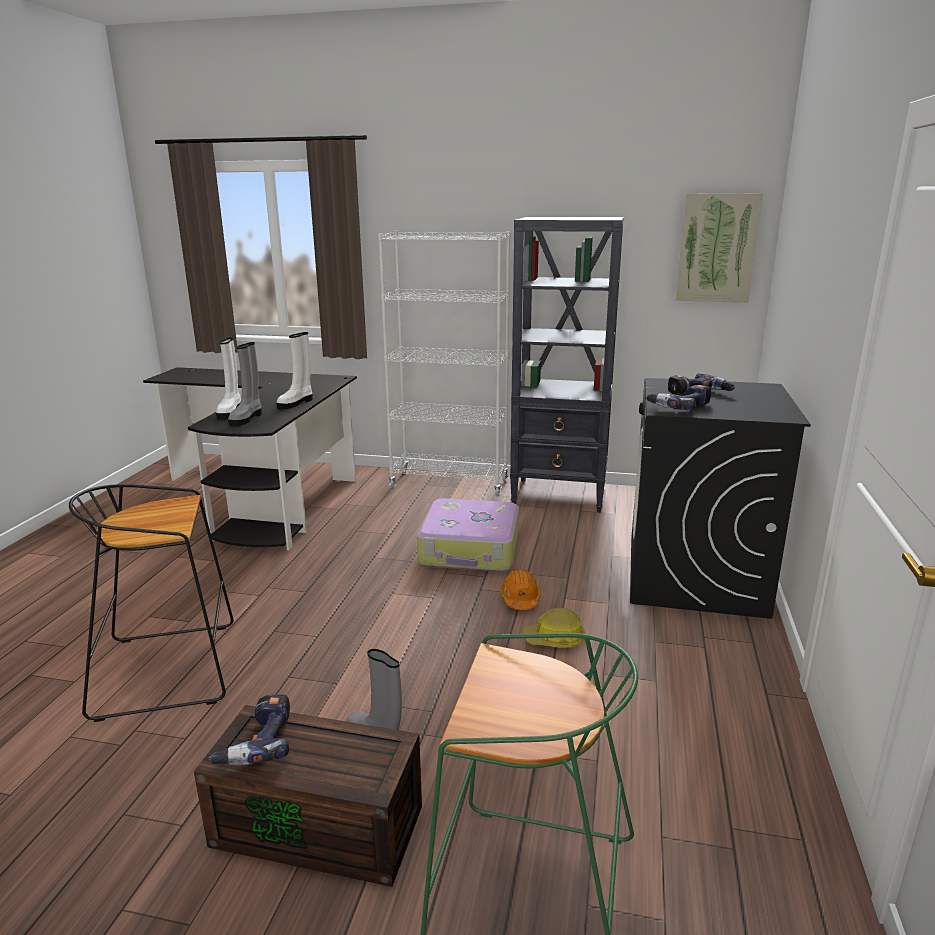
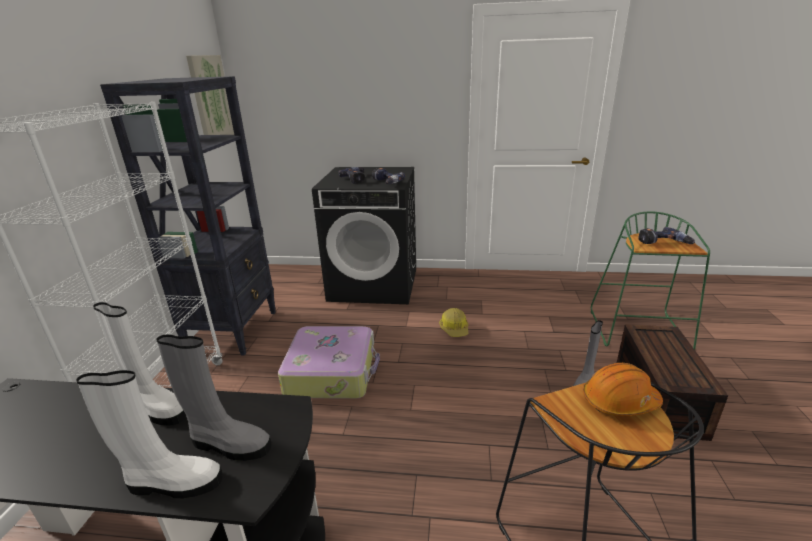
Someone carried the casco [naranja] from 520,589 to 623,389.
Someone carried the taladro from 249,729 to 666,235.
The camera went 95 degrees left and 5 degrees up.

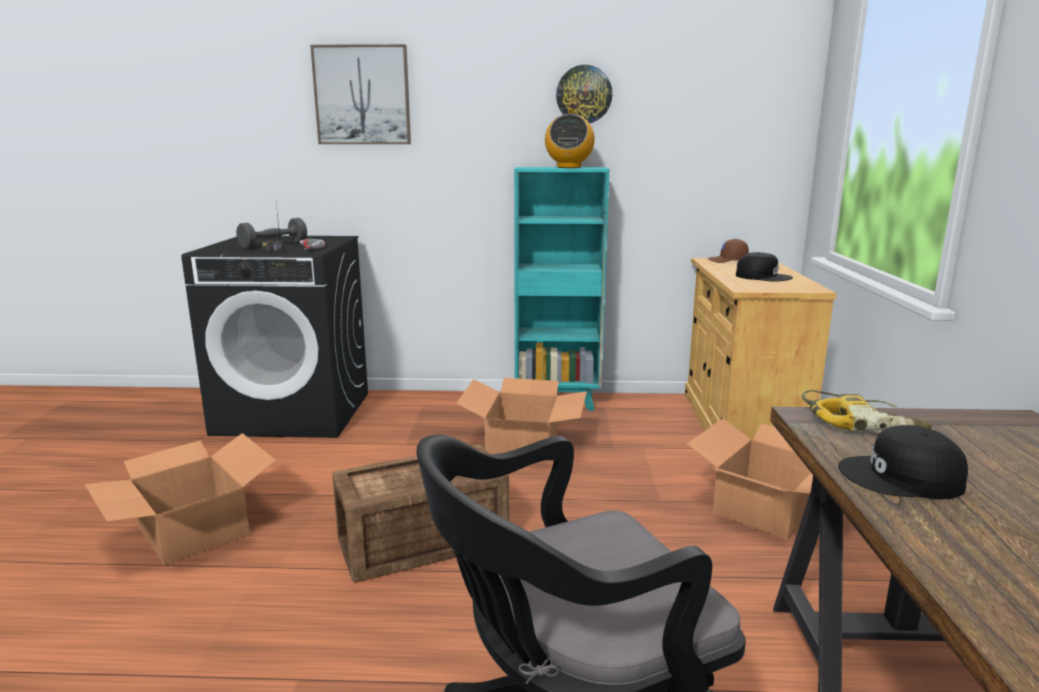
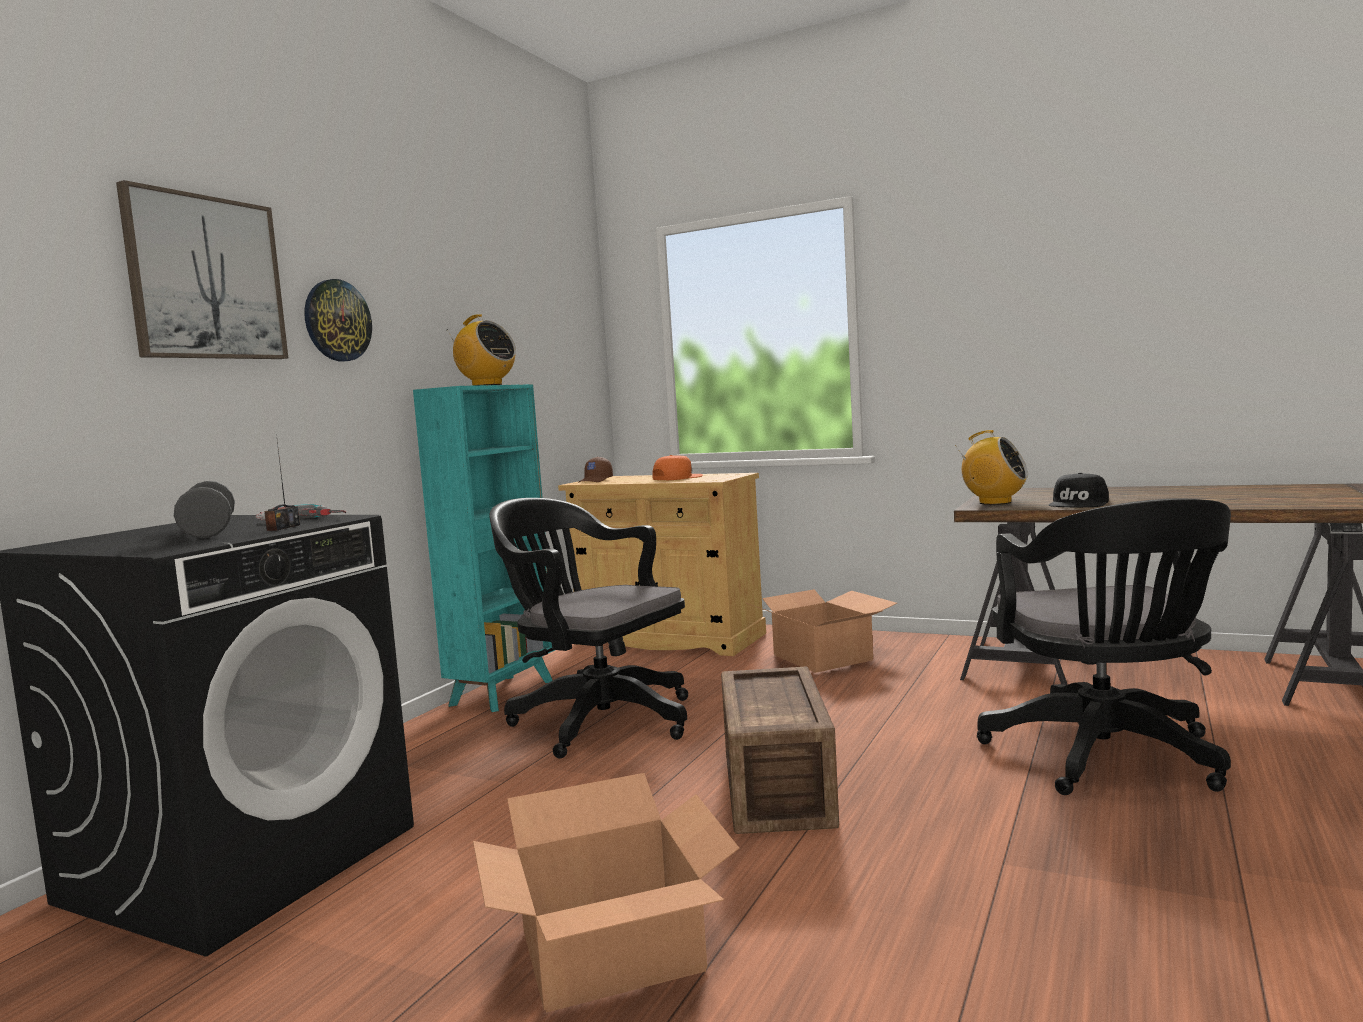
Someone carried the reloj de pared from 584,94 to 338,320.
Someone swapped the caja de cartón at 521,420 for the silla de oficina [negro] at 588,628.
Someone repainted the gorra [negro] at 764,267, which became the gorra [naranja] at 677,467.
Someone swapped the taladro at 867,411 for the radio at 991,467.
The camera went 65 degrees left and 10 degrees down.

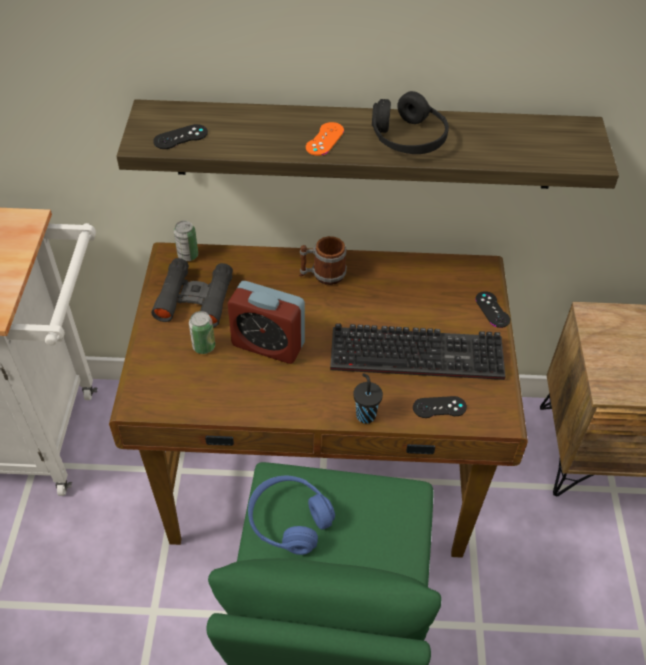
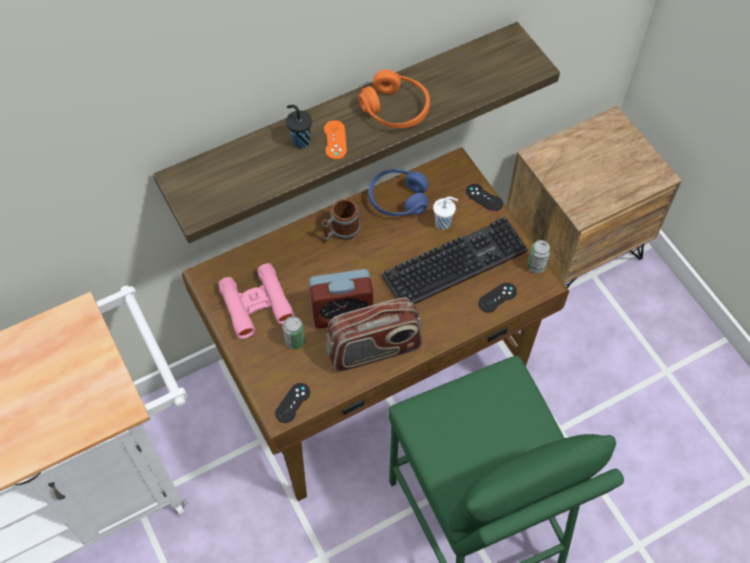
Someone repainted the prismáticos [negro] at 192,293, which became the prismáticos [rosa] at 256,301.
Someone carried the mando de consola [negro] from 180,136 to 292,403.
Someone carried the taza [negro] from 368,398 to 299,126.
Someone put down the radio at 374,334.
Someone repainted the auriculares [negro] at 410,122, which became the auriculares [naranja] at 394,98.
Someone carried the auriculares [azul] from 291,515 to 398,192.
Someone put down the taza [blanco] at 445,213.
Someone carried the lata from 186,241 to 539,256.
The camera went 30 degrees left and 10 degrees up.

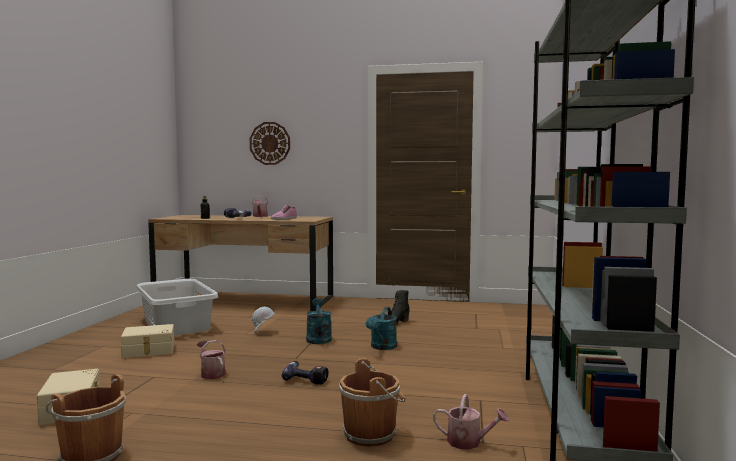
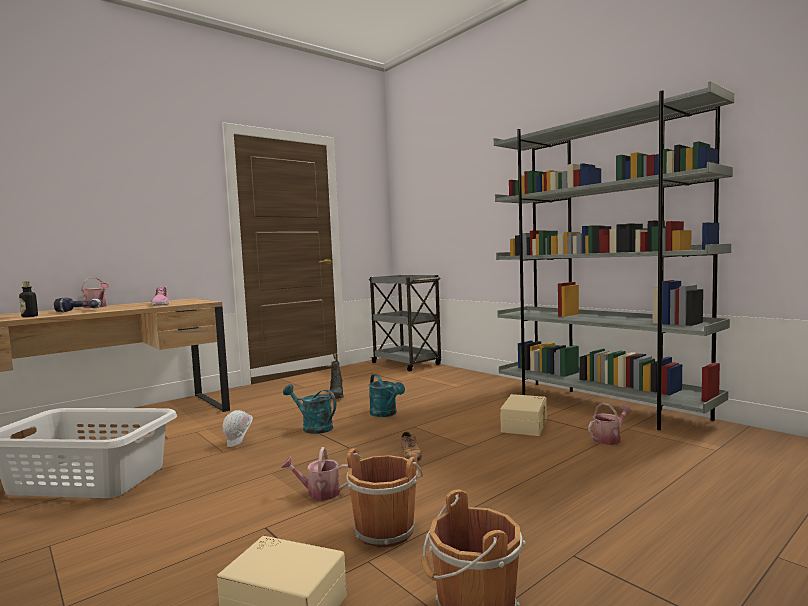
Someone carried the cubo [marrón] from 372,402 to 384,498.
Someone put down the carrito [gris] at 405,323.
Someone swapped the taladro at 305,373 for the zapato at 411,447.
Someone carried the caja de almacenaje [beis] from 147,341 to 523,415.
Someone took away the reloj de pared at 270,143.
The camera went 50 degrees left and 0 degrees up.

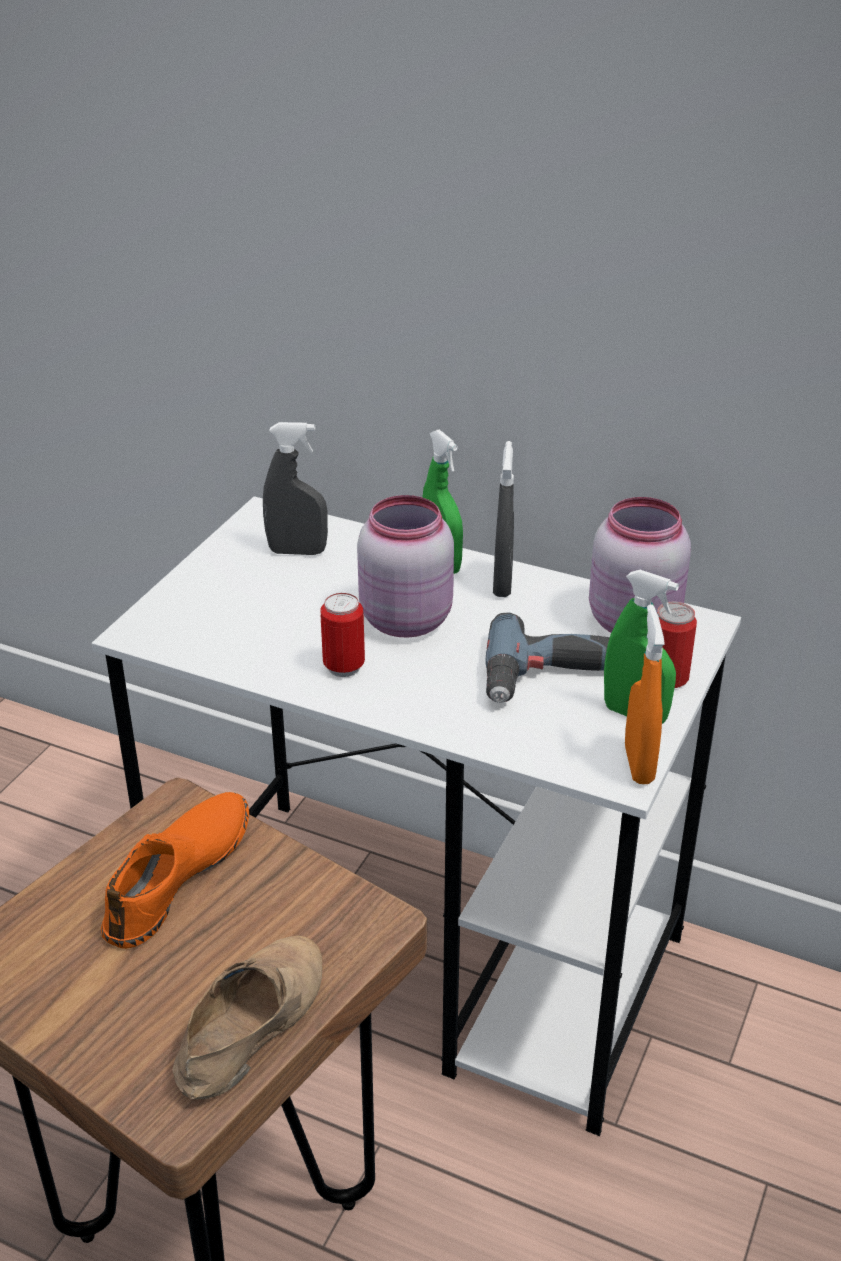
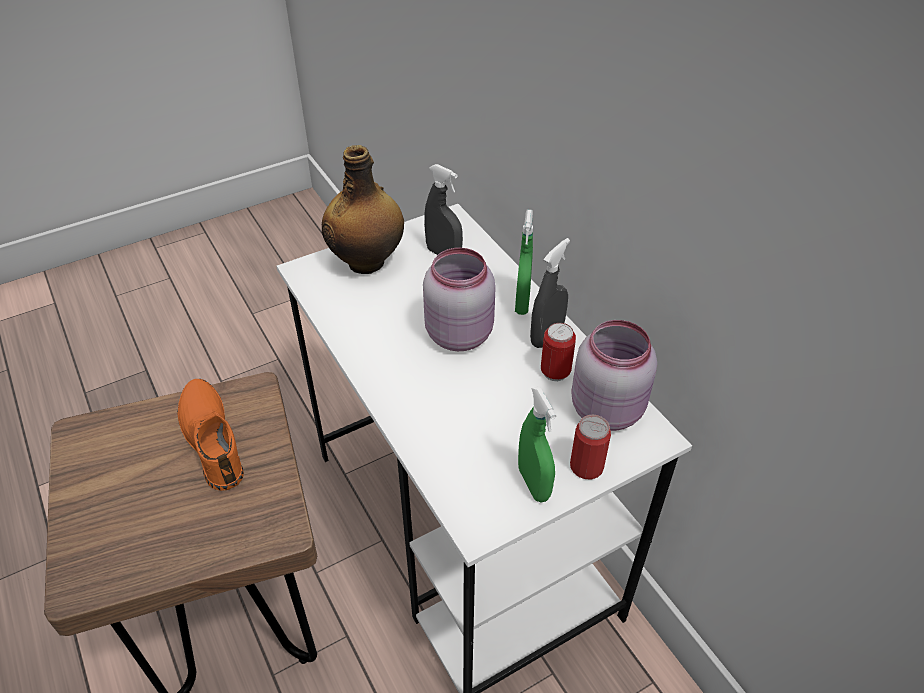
Someone rotated the zapato [naranja] at 175,870 by 90 degrees counterclockwise.
Someone put down the botella at 363,209.
Someone carried the lata from 342,635 to 558,352.
Someone took away the zapato [beis] at 247,1017.
Someone took away the taladro at 547,658.
Someone took away the pulverizador [naranja] at 645,694.
The camera went 35 degrees right and 10 degrees up.

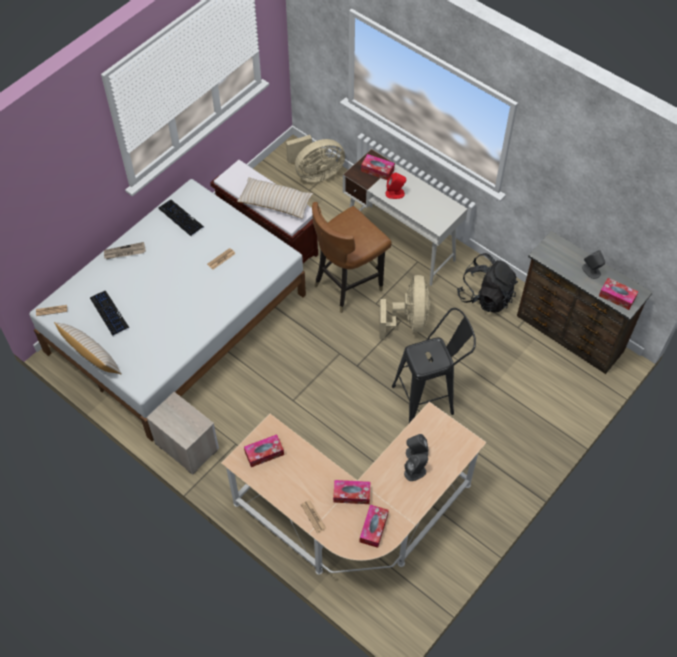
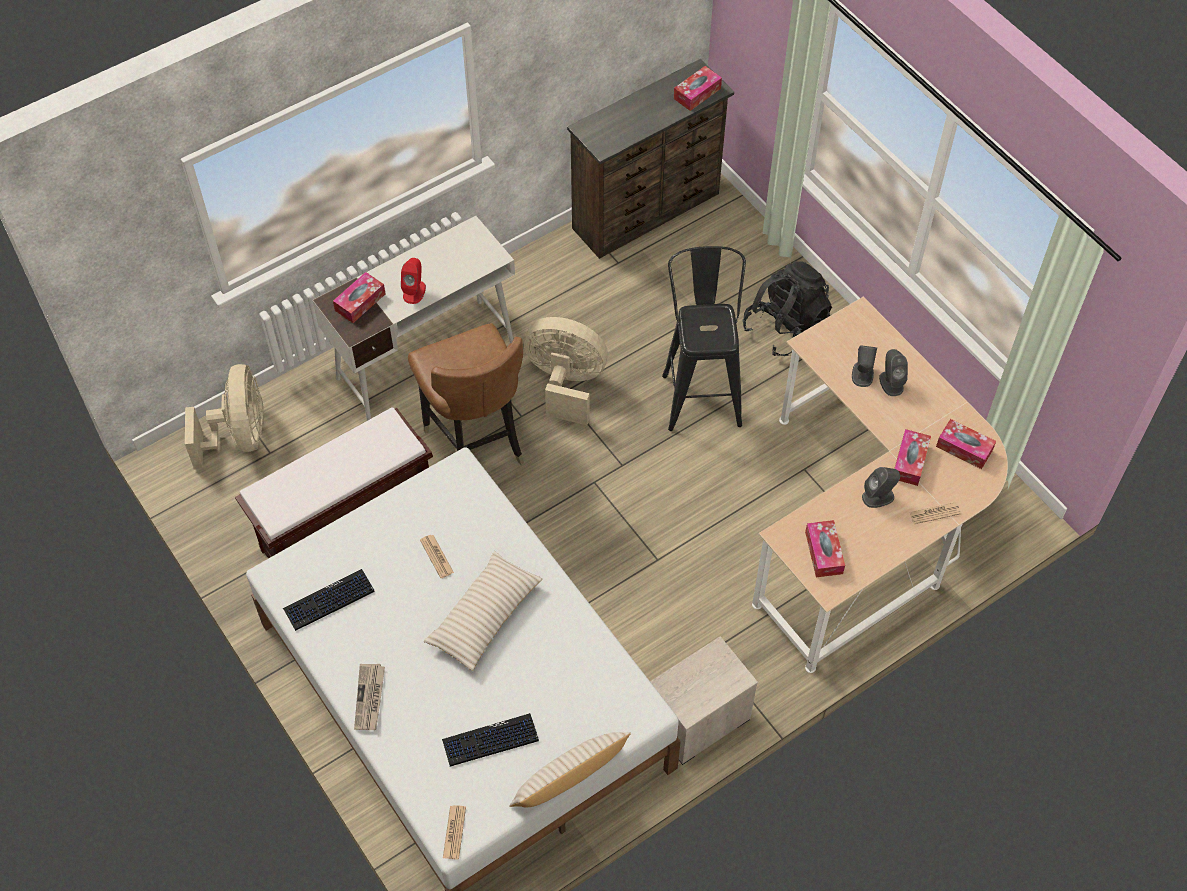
Someone carried the cojín [beis] from 275,198 to 483,611.
Someone carried the mochila [negro] from 487,283 to 787,308.
Someone carried the altavoz [gris] from 593,264 to 881,487.
The camera went 75 degrees left and 0 degrees up.

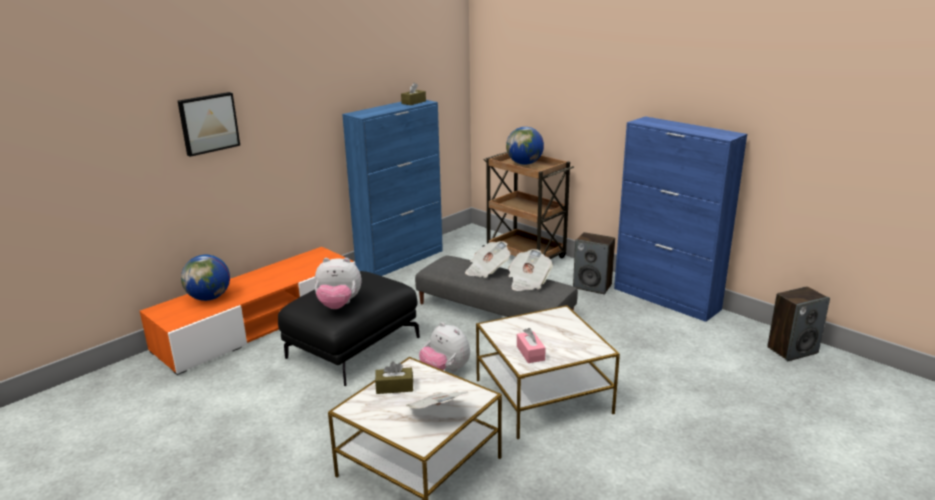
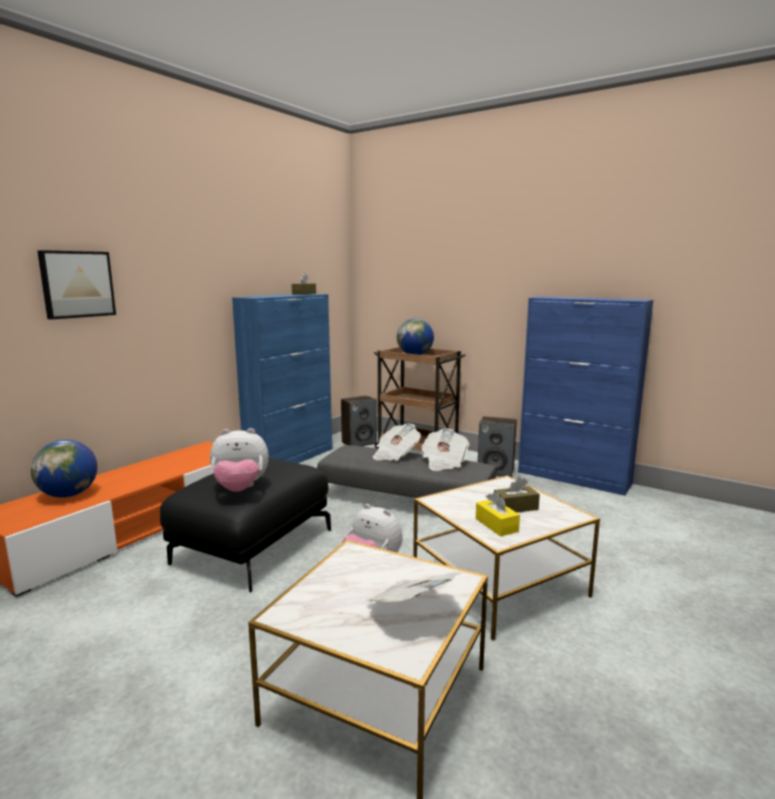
Someone carried the altavoz from 798,323 to 359,420.
Someone repainted the caja de pañuelos [rosa] at 531,345, which became the caja de pañuelos [amarillo] at 498,514.
Someone carried the caja de pañuelos [marrón] from 394,377 to 517,495.
The camera went 10 degrees left and 10 degrees down.

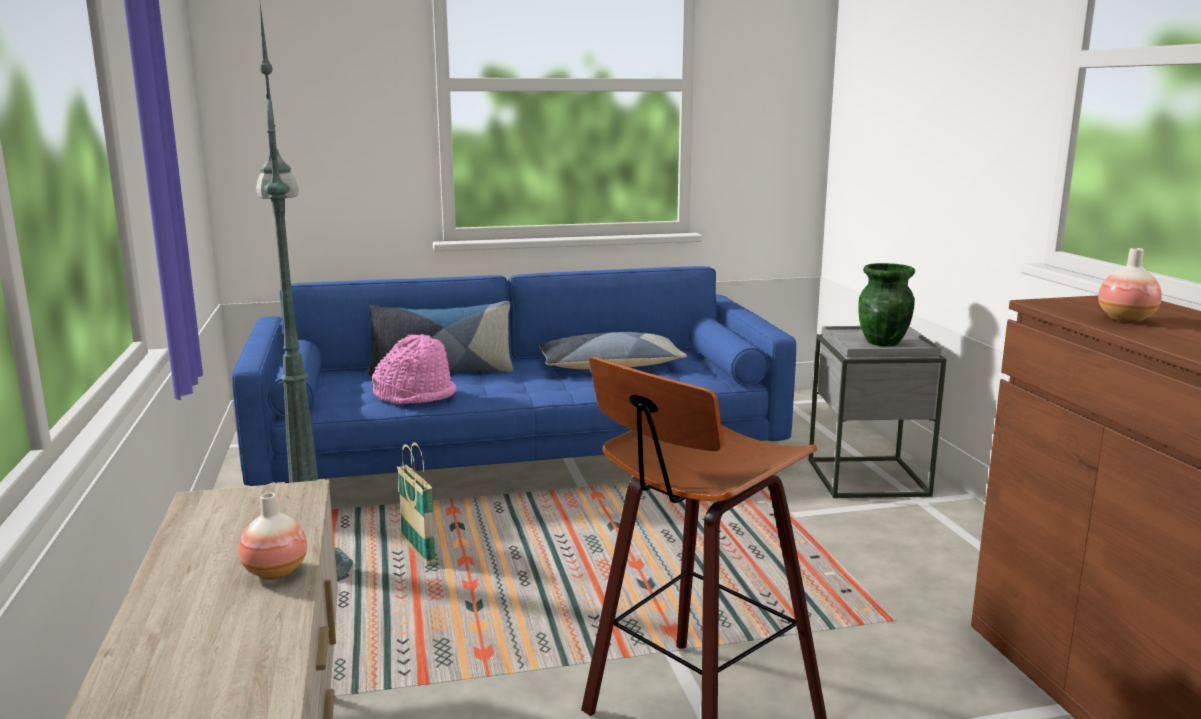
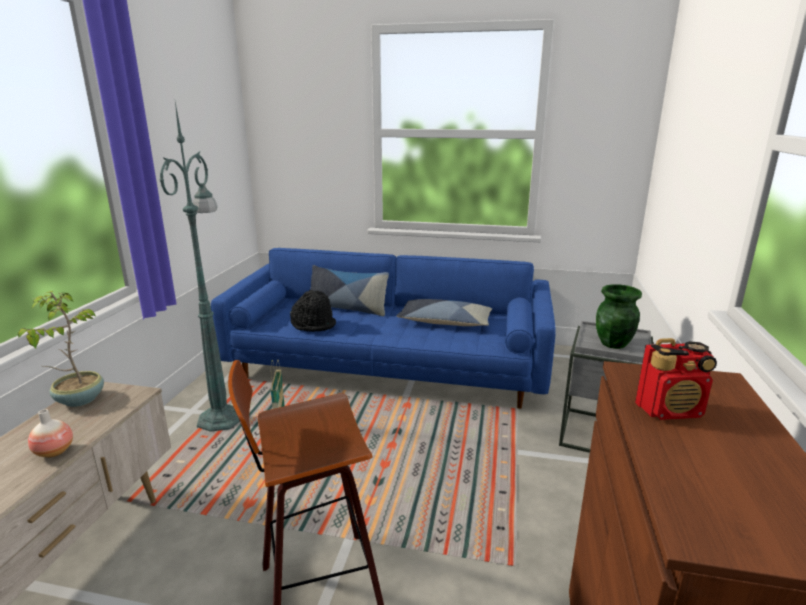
Someone put down the planta en maceta at 61,349.
Someone repainted the sombrero [rosa] at 414,369, which became the sombrero [negro] at 313,311.
Someone swapped the florero at 1130,285 for the radio at 676,379.
The camera went 25 degrees right and 5 degrees up.

